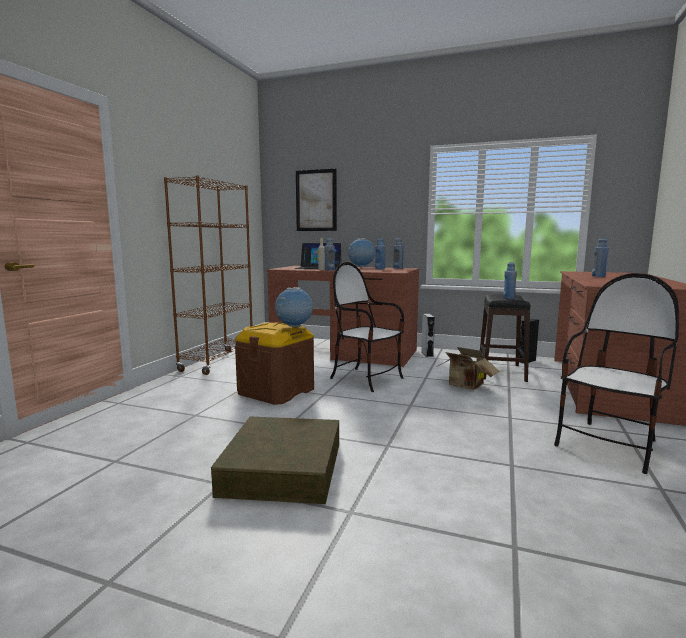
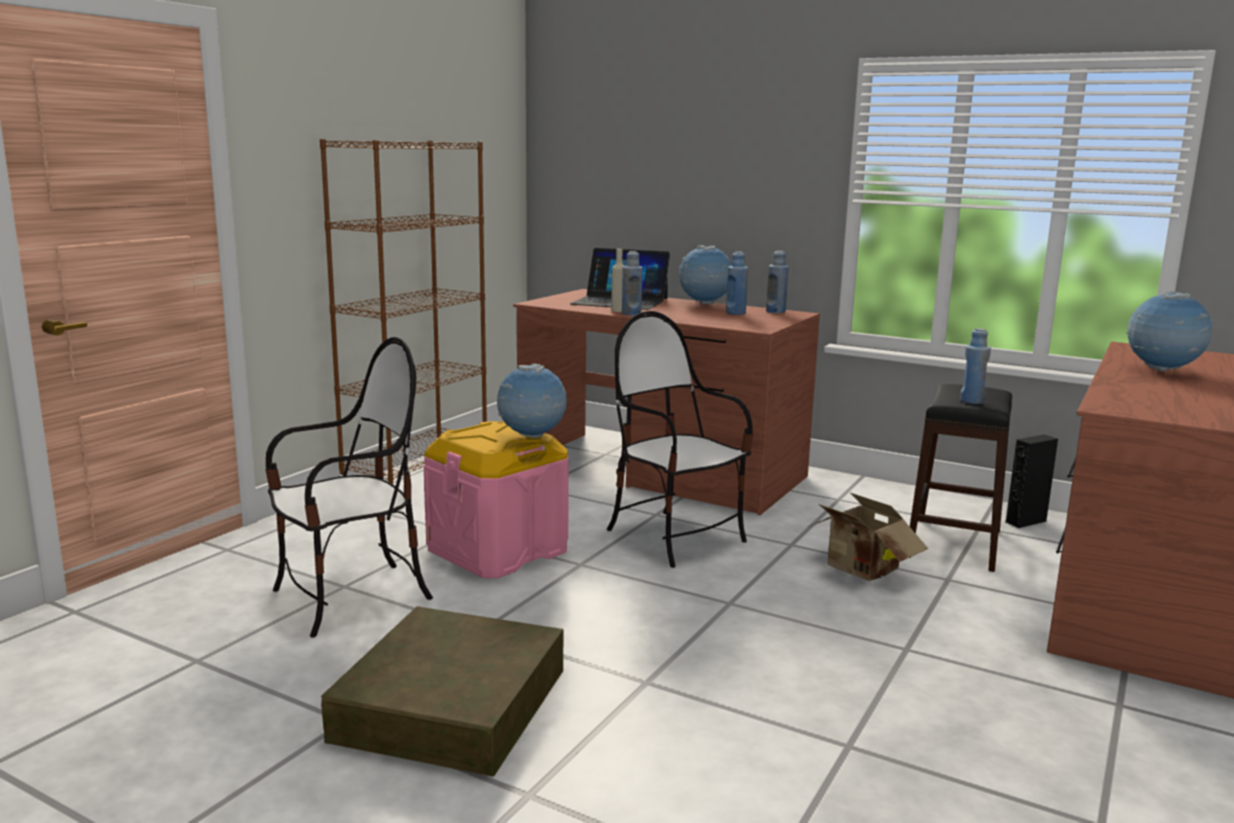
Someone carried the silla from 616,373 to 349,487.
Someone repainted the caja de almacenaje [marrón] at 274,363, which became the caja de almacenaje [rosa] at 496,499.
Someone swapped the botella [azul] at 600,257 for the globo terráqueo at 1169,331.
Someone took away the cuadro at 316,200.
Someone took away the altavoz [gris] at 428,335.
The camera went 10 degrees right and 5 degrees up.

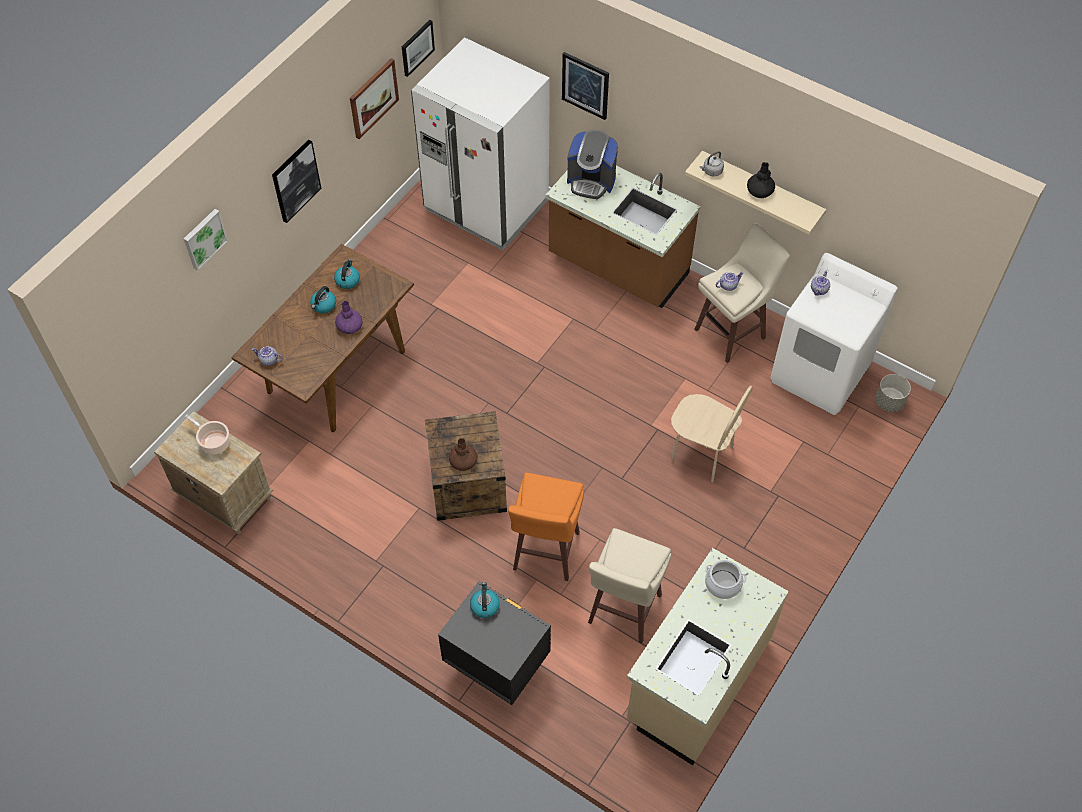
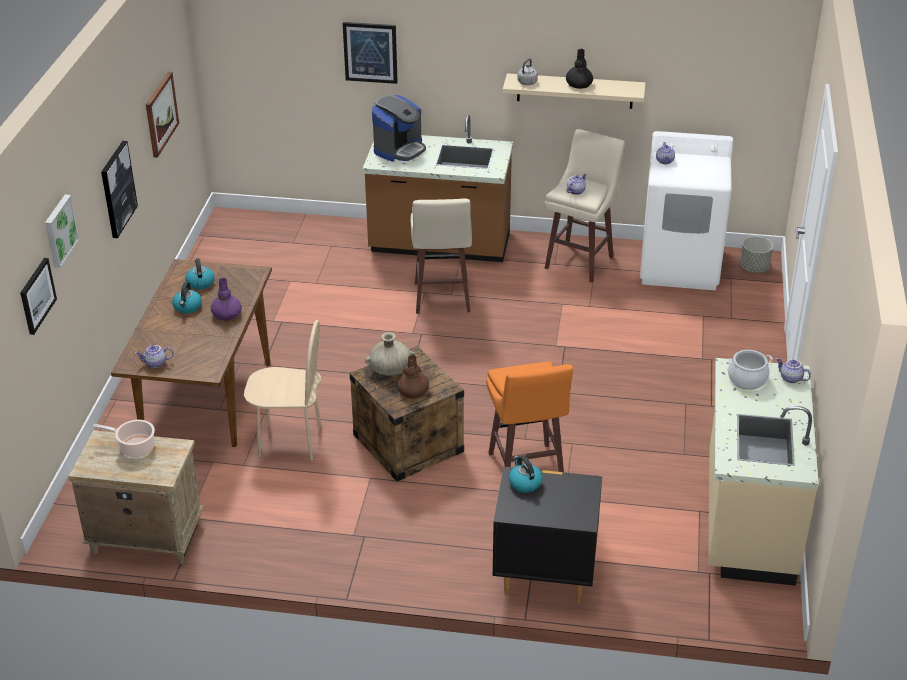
Someone carried the cuadro from 418,48 to 38,296.
Someone carried the silla [beis] from 711,434 to 282,390.
Someone put down the florero [beis] at 390,353.
Someone rotated the cafetera at 592,164 by 45 degrees counterclockwise.
Someone carried the taburete [beis] from 629,586 to 441,256.
Someone put down the tetera at 793,370.
Someone took away the nevera [blanco] at 480,143.
The camera went 25 degrees left and 20 degrees down.

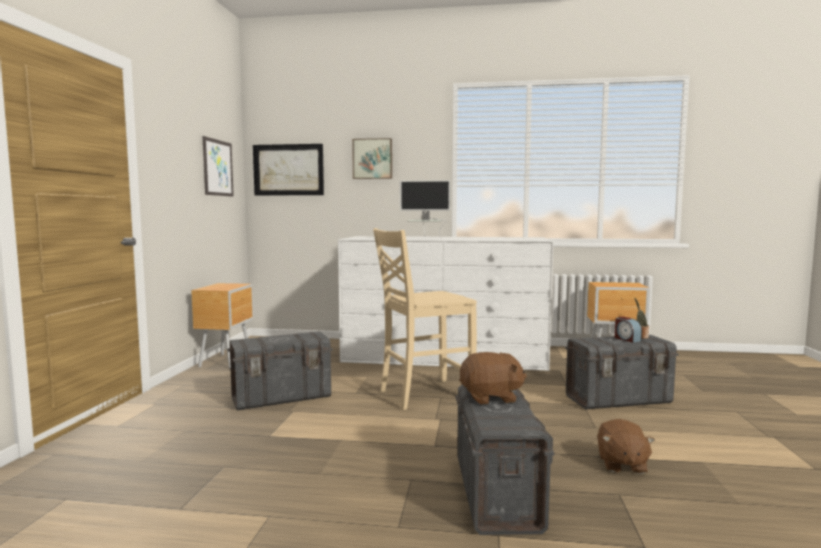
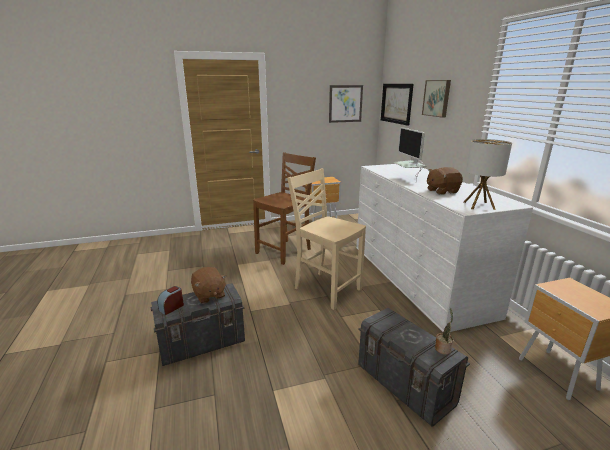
Someone carried the despertador from 628,329 to 170,300.
Someone swapped the caja de almacenaje [gris] at 280,371 for the silla [marrón] at 284,208.
Someone carried the peluche [marrón] from 626,446 to 445,181.
Someone put down the lámpara de mesa at 488,174.
The camera went 65 degrees right and 15 degrees up.

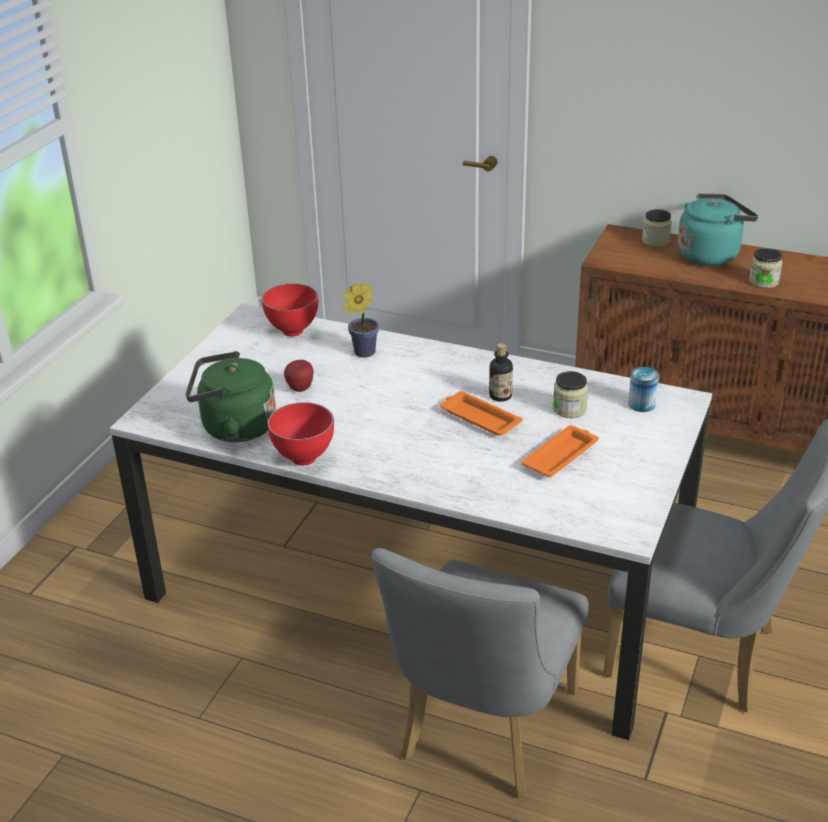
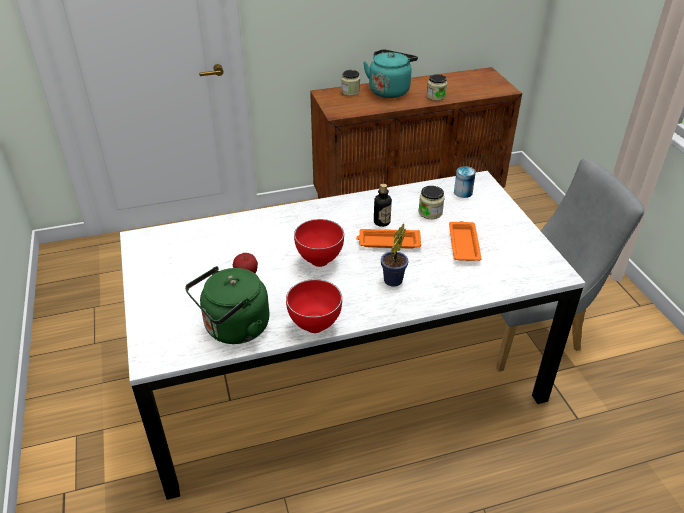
Someone carried the cuenco [rojo] from 290,309 to 319,243.
Someone carried the planta en maceta from 361,319 to 394,254.
Someone took away the silla [gris] at 480,672.
The camera went 40 degrees left and 5 degrees up.

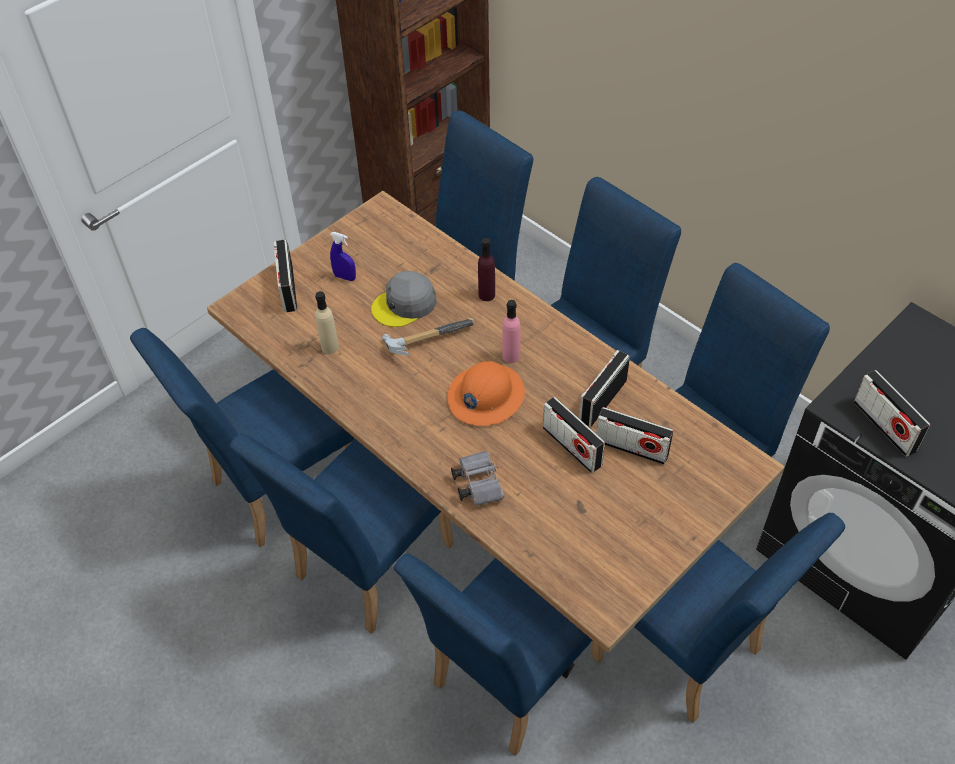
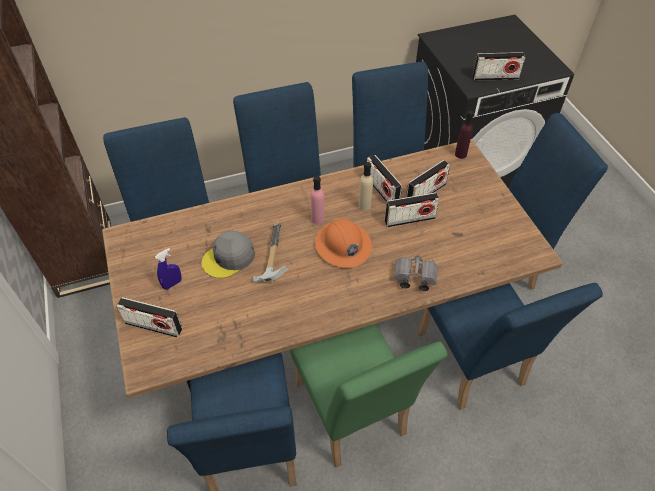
Someone rotated the gorra [gris] at 404,299 by 60 degrees clockwise.
Someone repainted the silla [azul] at 342,533, which became the silla [verde] at 369,395.
Someone carried the botella [beis] from 327,322 to 365,186.
Someone carried the botella [morado] from 486,269 to 464,134.
The camera went 65 degrees left and 0 degrees up.

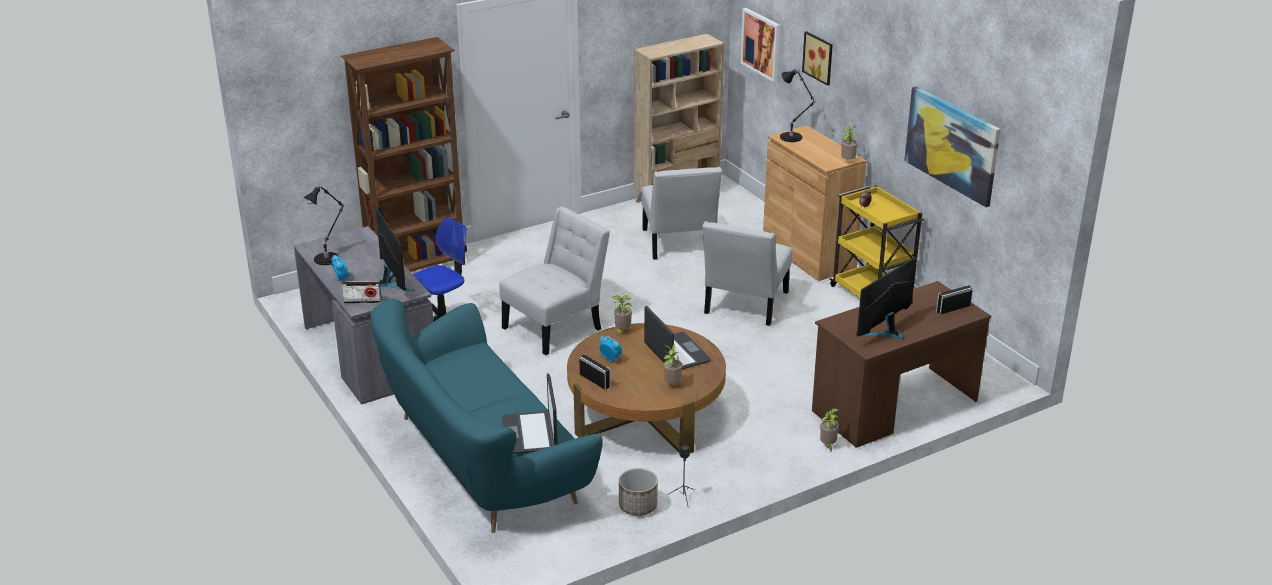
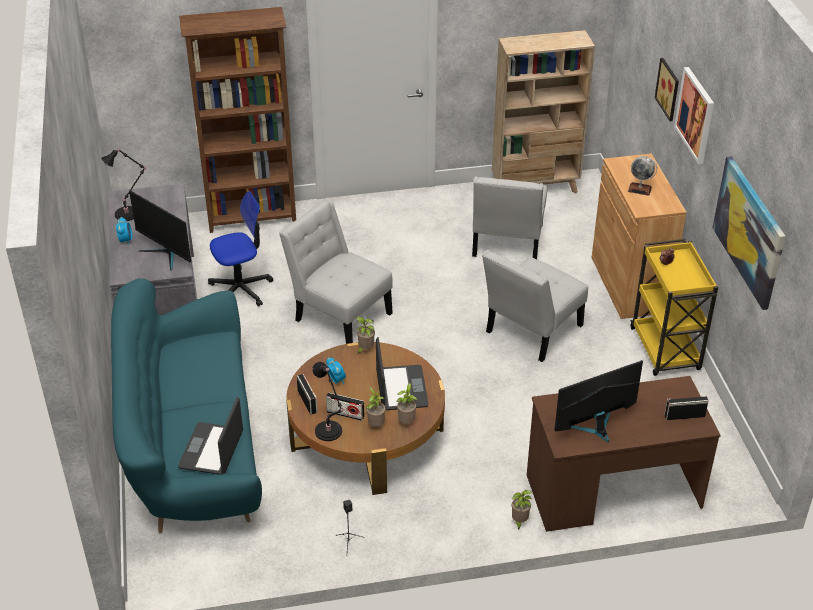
Someone rotated the monitor at 395,250 by 135 degrees clockwise.
Someone rotated the silla [blanco] at 554,281 by 120 degrees counterclockwise.
Someone carried the lámpara de mesa [negro] from 798,105 to 328,401.
Someone carried the radio from 362,292 to 345,406.
Someone carried the planta en maceta from 849,142 to 406,403.
Someone put down the globo terráqueo at 642,176.
Someone carried the cuadro from 760,45 to 694,115.
Someone took away the maceta at 638,492.
The camera went 20 degrees right and 10 degrees up.

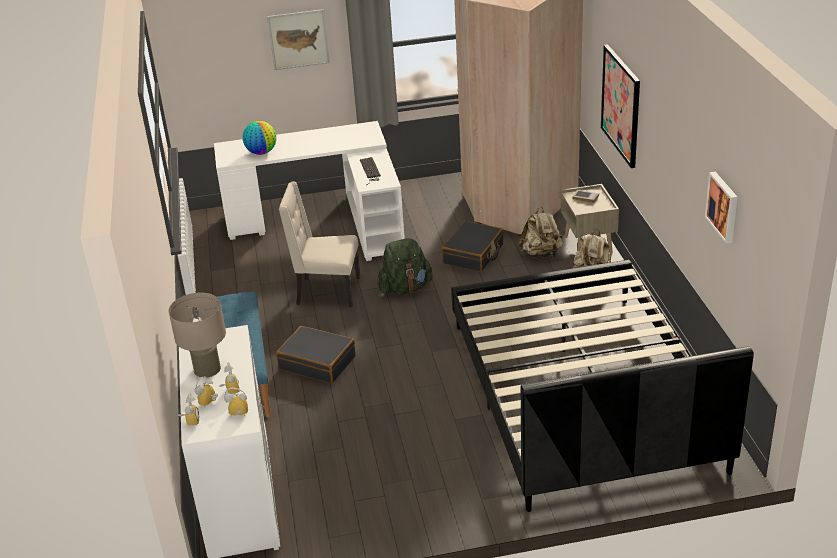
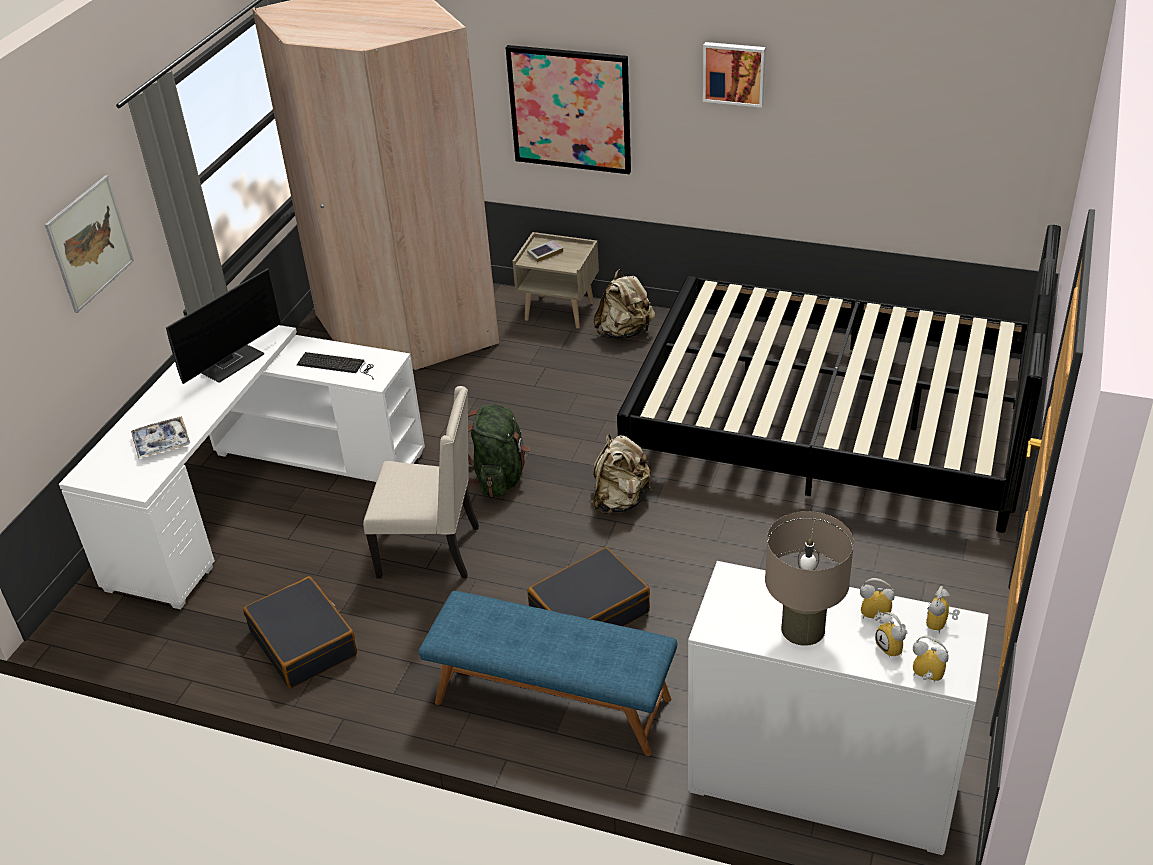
Someone swapped the globo terráqueo at 259,138 for the bandeja at 160,437.
Someone put down the monitor at 224,326.
Someone carried the maleta [negro] from 472,246 to 300,632.
Someone rotated the silla [beis] at 319,244 by 120 degrees counterclockwise.
Someone carried the mochila [beis] from 540,232 to 622,474.
Someone carried the cuadro from 721,207 to 734,75.
The camera went 60 degrees left and 5 degrees up.

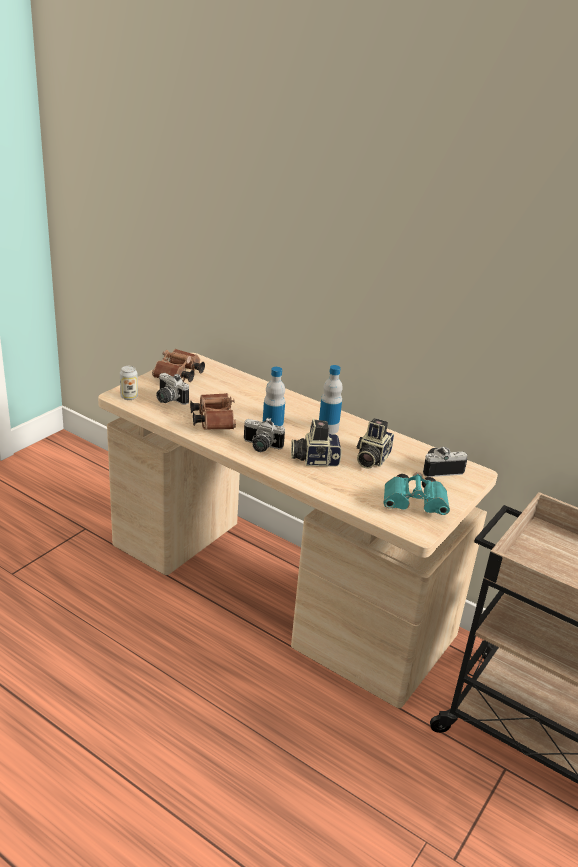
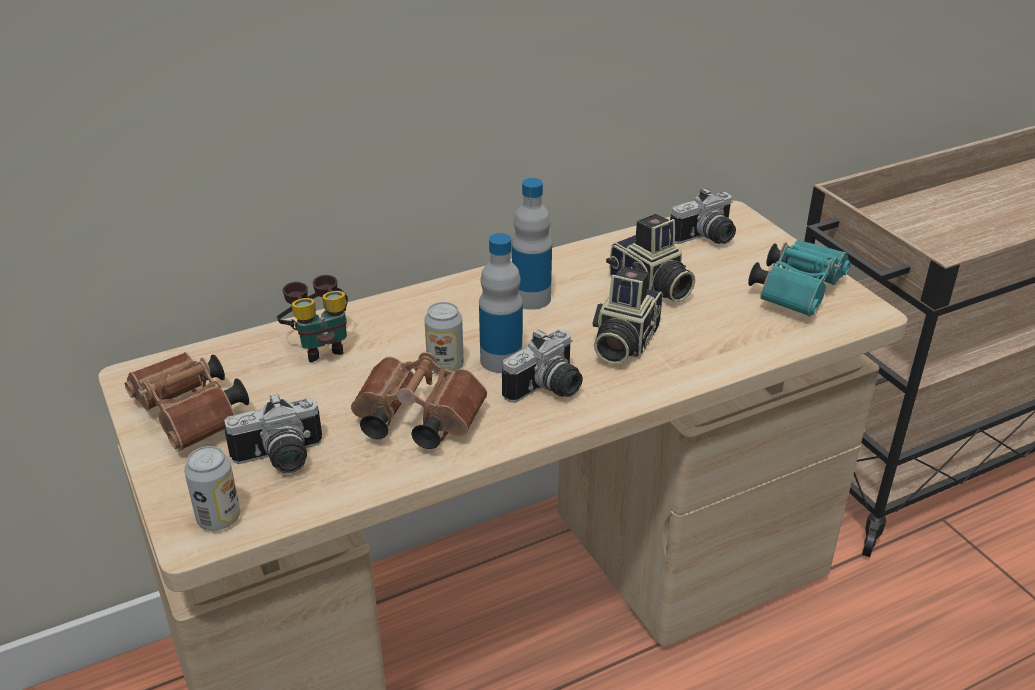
Someone put down the prismáticos at 312,318.
Someone put down the lata at 444,338.
Someone rotated the cámara at 445,462 by 135 degrees counterclockwise.
The camera went 60 degrees left and 5 degrees up.

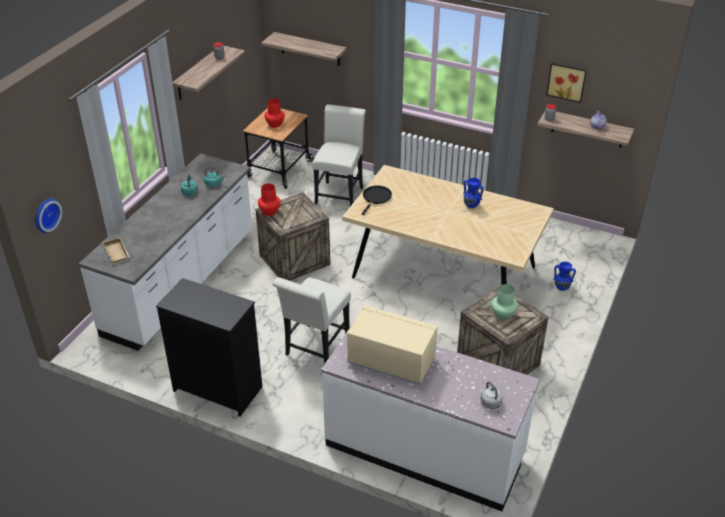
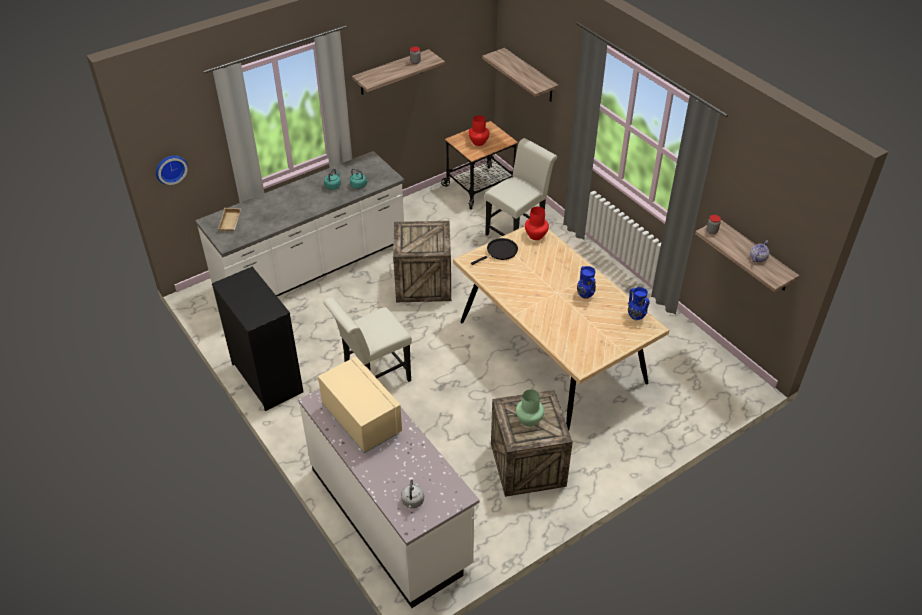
Someone carried the florero [rojo] from 269,199 to 537,223.
Someone carried the florero [azul] from 564,276 to 639,303.
Someone took away the cuadro at 566,83.
The camera went 30 degrees right and 5 degrees up.

